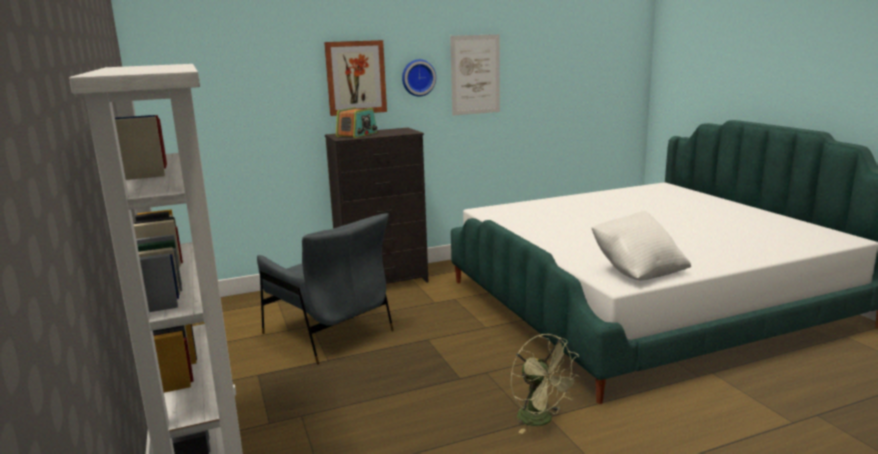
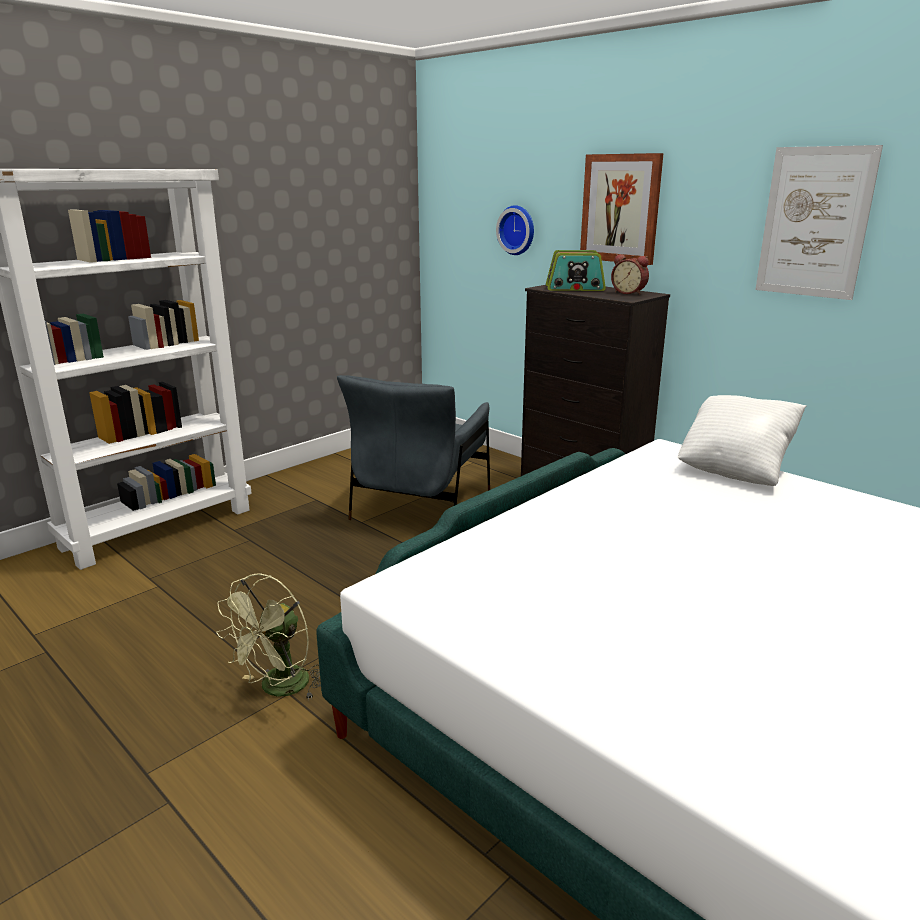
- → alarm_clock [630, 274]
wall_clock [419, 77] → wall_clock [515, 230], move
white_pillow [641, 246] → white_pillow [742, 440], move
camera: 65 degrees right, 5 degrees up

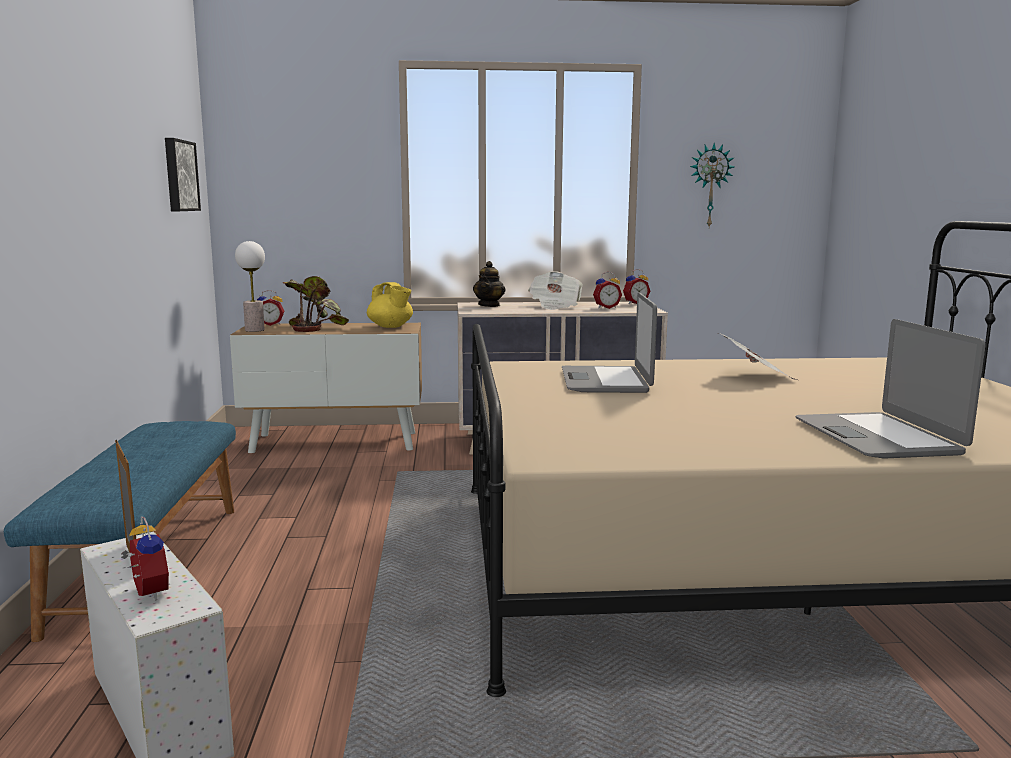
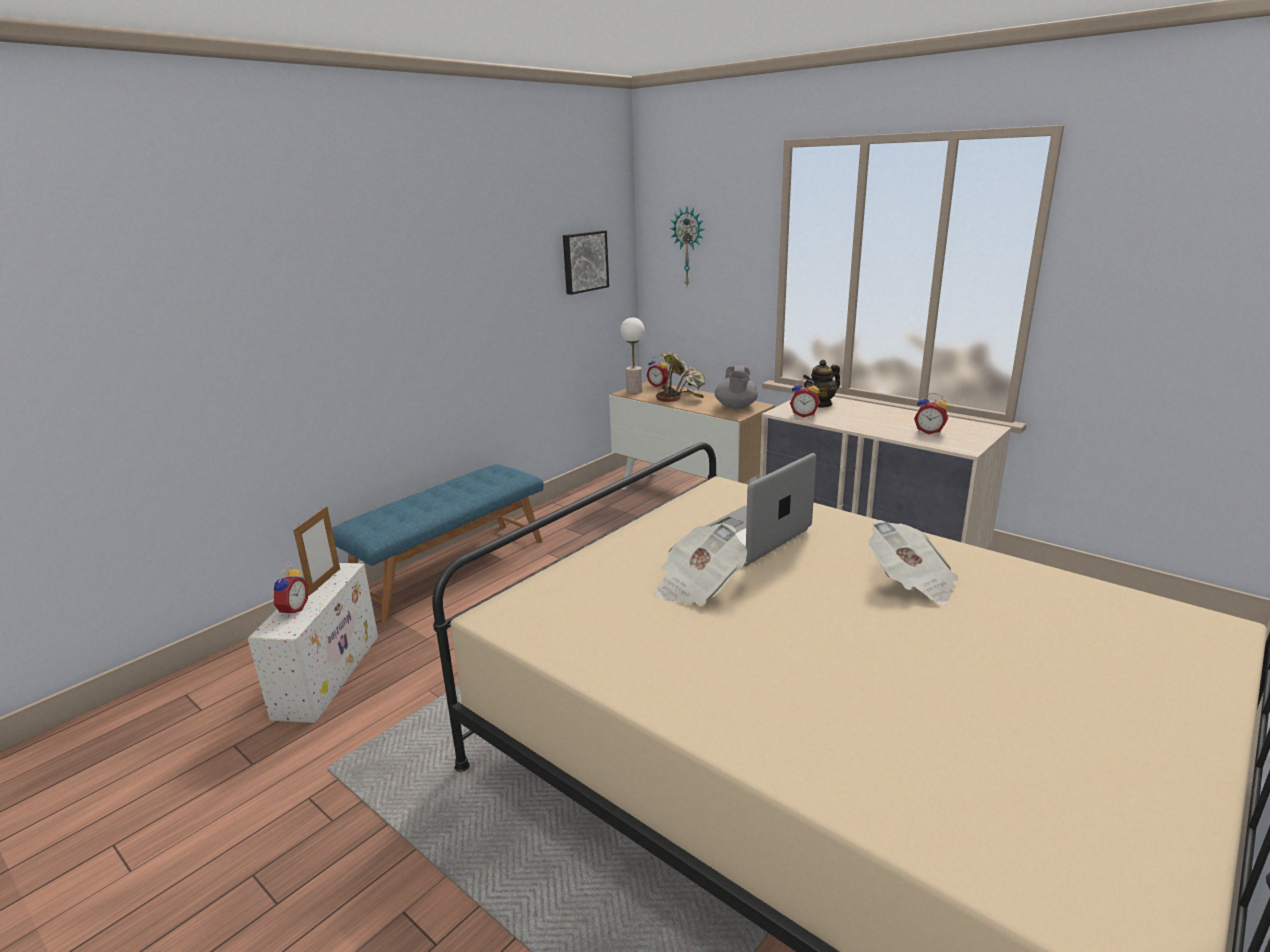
laptop [891, 389] → -
newspaper [555, 290] → newspaper [701, 564], move
alarm_clock [636, 286] → alarm_clock [805, 398], move
wall_clock [712, 184] → wall_clock [687, 246], move
yellow_teapot [390, 305] → grey_teapot [736, 387]
camera: 45 degrees right, 10 degrees up

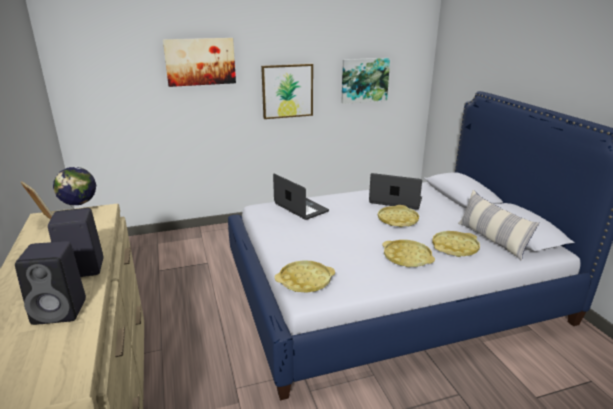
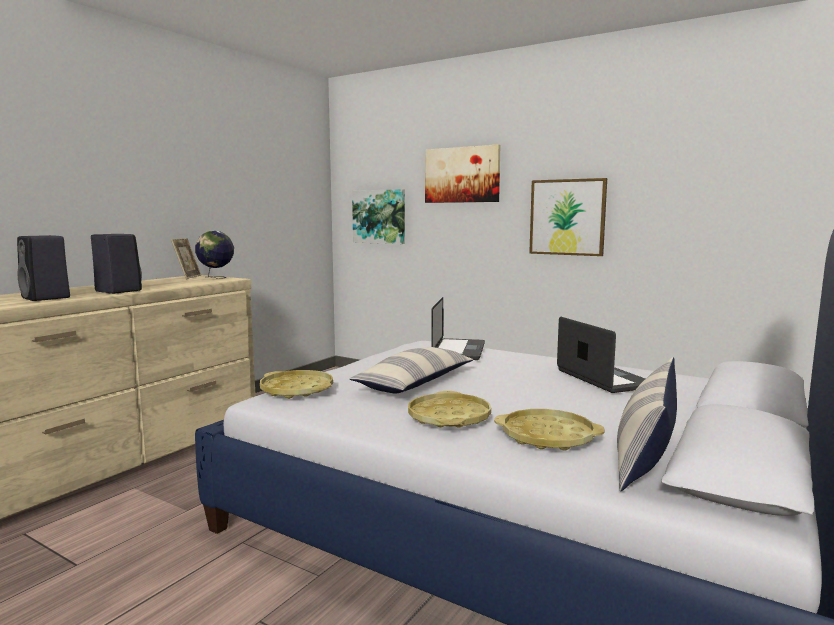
yellow_tray [398, 216] → -
- → pillow [411, 370]
picture [365, 81] → picture [378, 216], move
camera: 50 degrees right, 15 degrees down

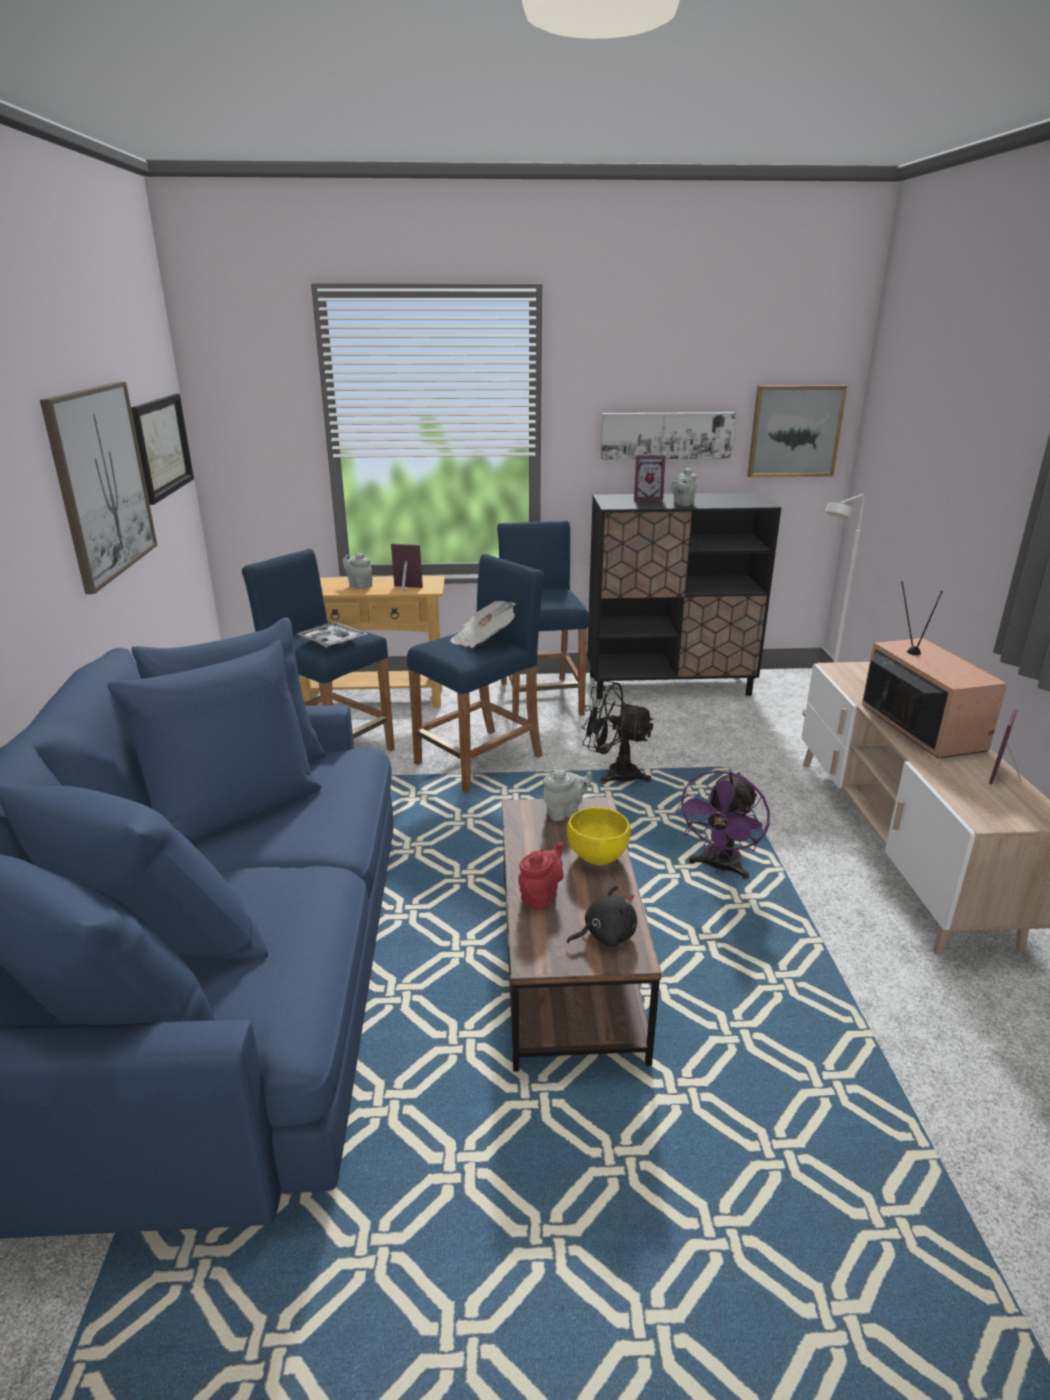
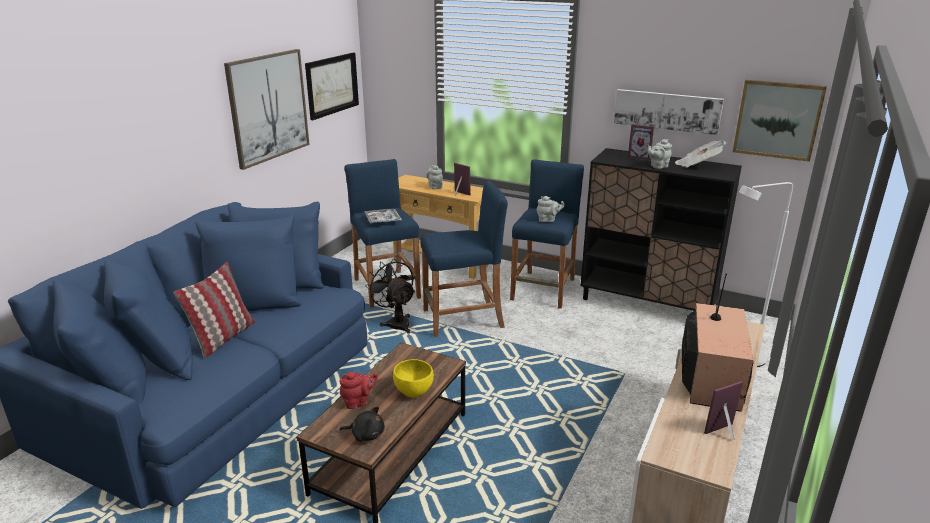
purple_fan [723, 824] → -
- → pillow [214, 310]
newspaper [482, 624] → newspaper [700, 154], move
grey_teapot [567, 795] → grey_teapot [551, 209], move
black_fan [617, 732] → black_fan [390, 295], move
camera: 30 degrees right, 0 degrees up

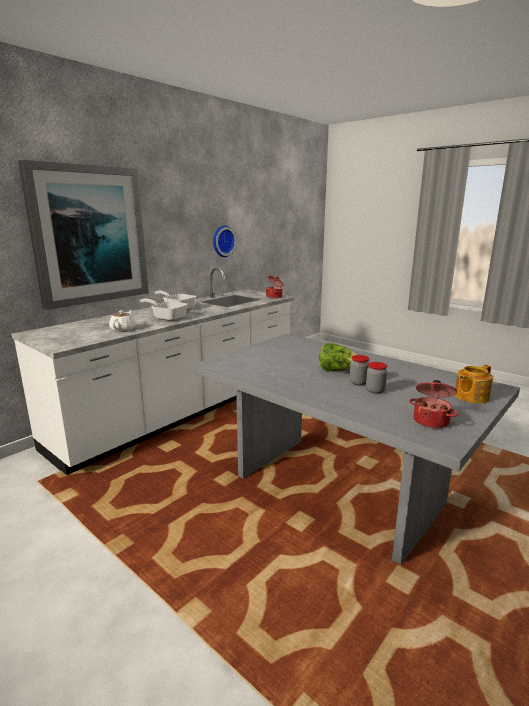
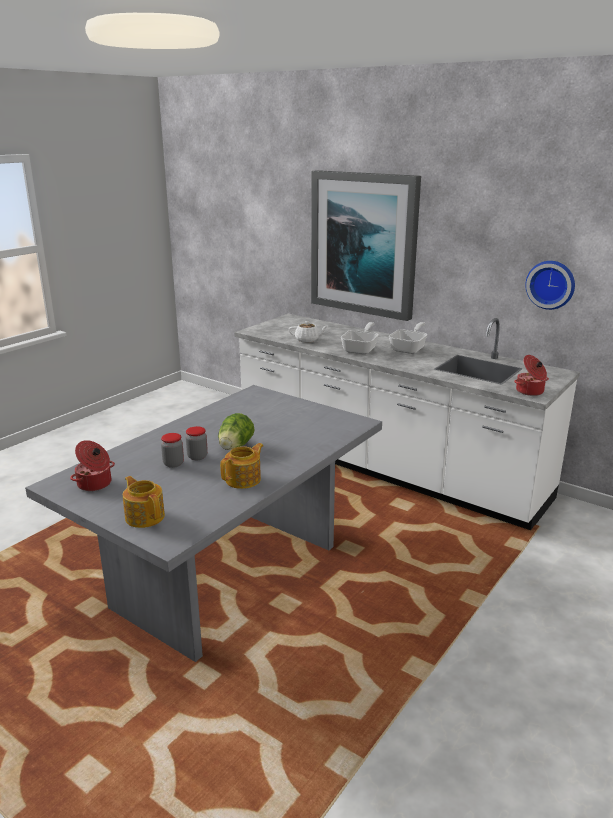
- → teapot [242, 466]
camera: 85 degrees right, 5 degrees up

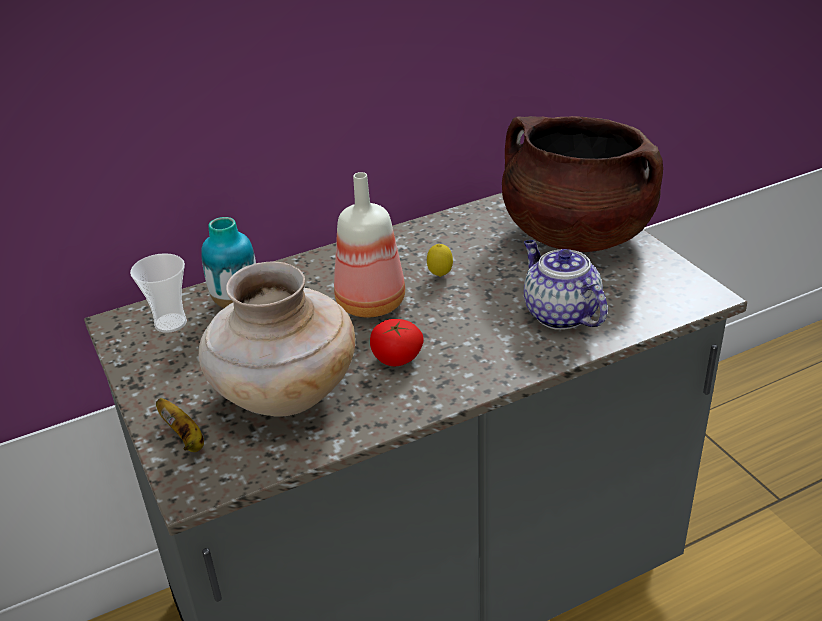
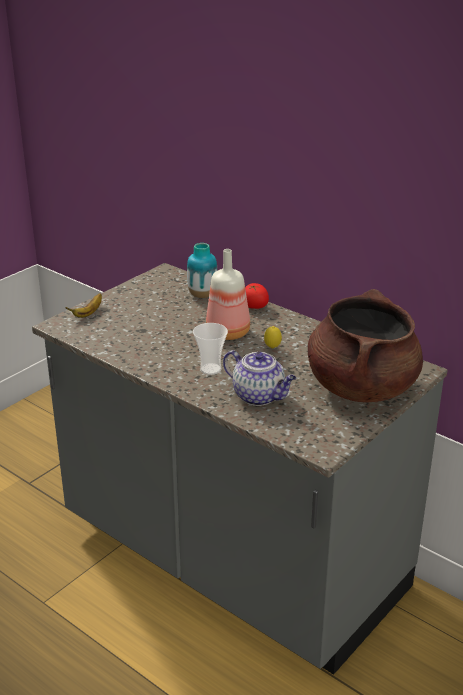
beige_vase [277, 338] → -
cup [158, 293] → cup [210, 349], move
tomato [397, 342] → tomato [257, 296], move
teapot [566, 285] → teapot [259, 378], 90 degrees clockwise
camera: 65 degrees right, 5 degrees down

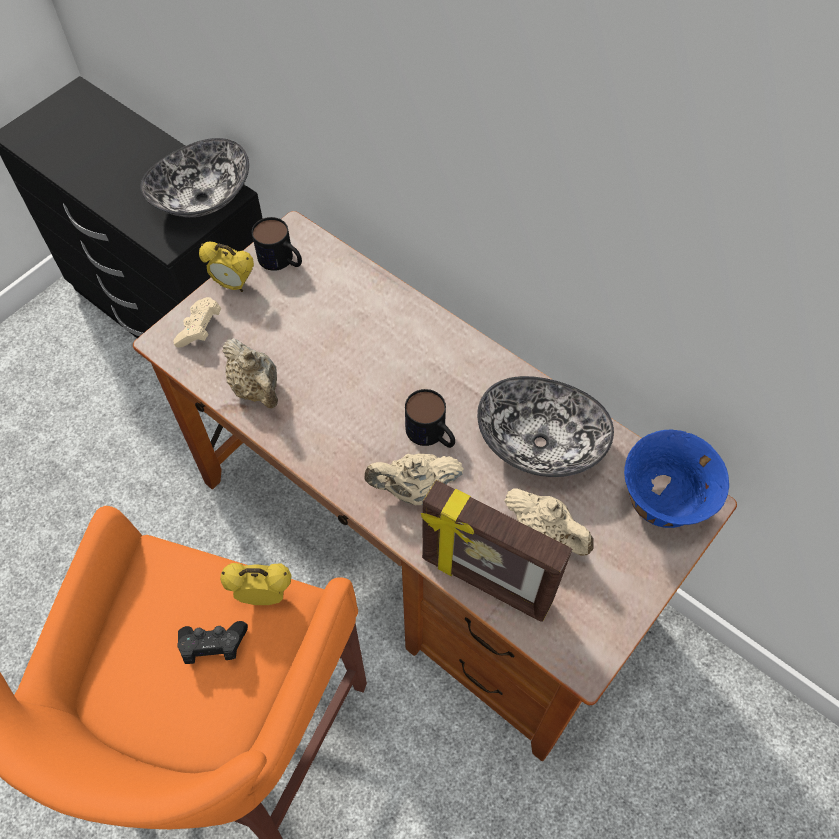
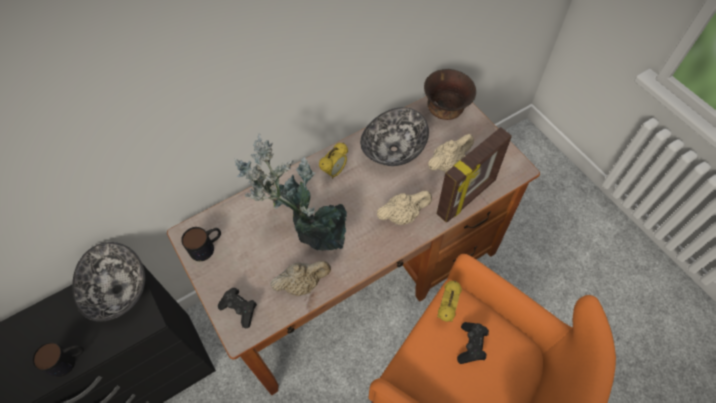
- → potted_plant [290, 192]
alarm_clock [226, 267] → alarm_clock [333, 161], move
mug [430, 418] → mug [58, 359], move
beige_game_controller [197, 322] → black_game_controller [237, 308]
blue_bowl [676, 479] → brown_bowl [450, 94]
beige_teapot [414, 479] → beige_teapot [404, 208], 120 degrees counterclockwise
camera: 70 degrees left, 0 degrees up

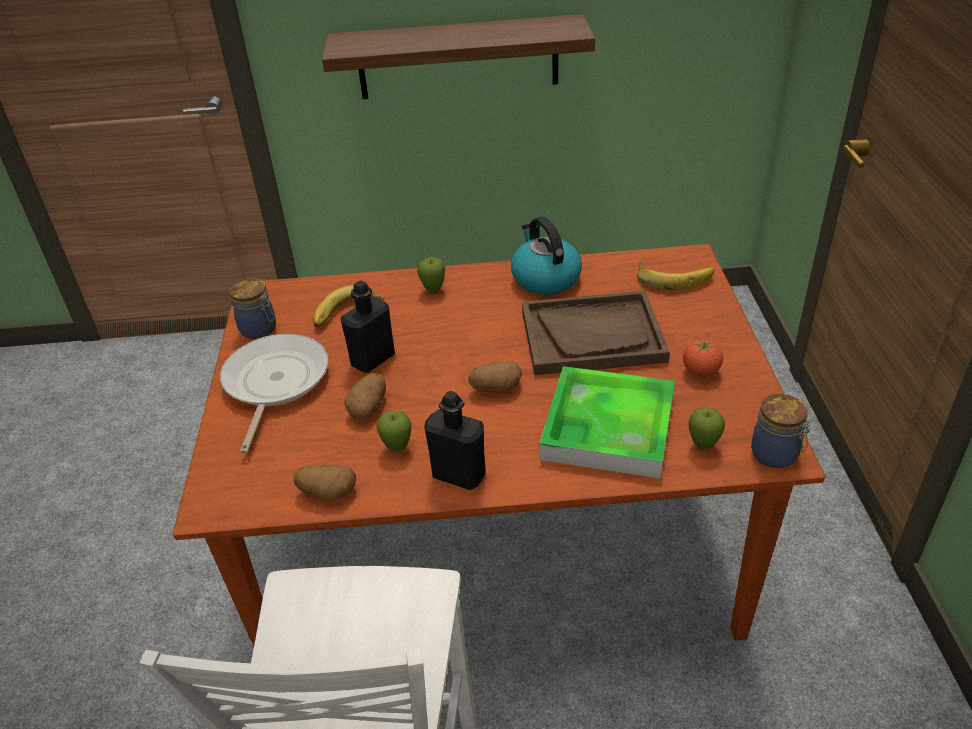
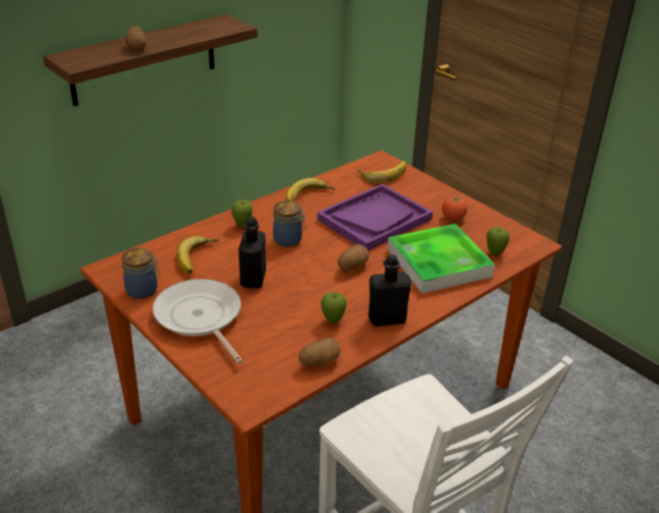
potato [365, 396] → potato [135, 38], move
jar [781, 431] → jar [289, 224], move
kettle [546, 255] → banana [309, 189]
brown_tray [596, 333] → purple_tray [375, 217]
camera: 40 degrees left, 5 degrees down

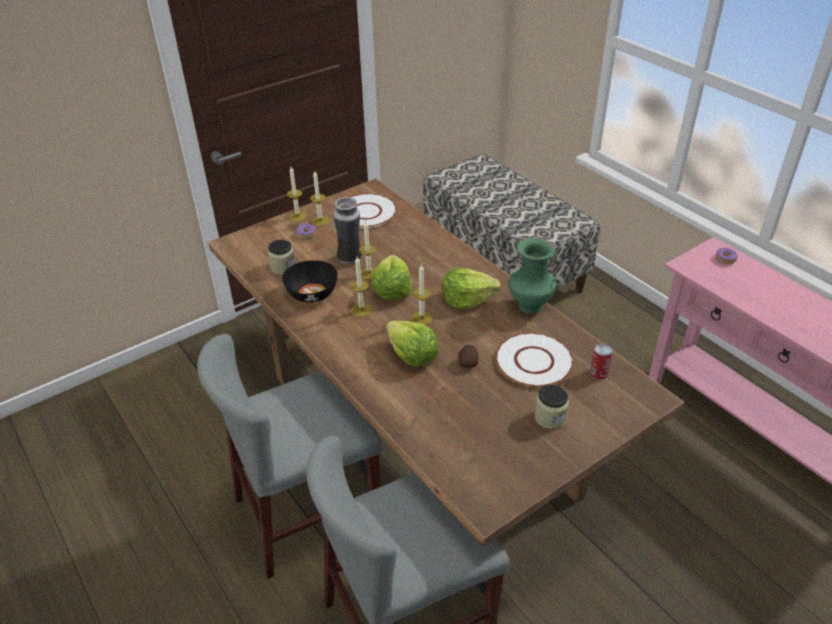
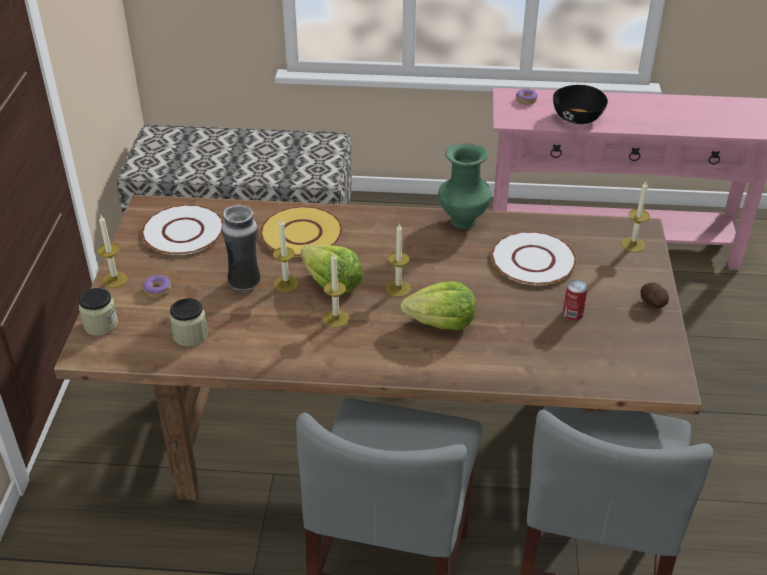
lettuce [471, 288] → -
- → yellow_plate [301, 231]
black_bowl [309, 281] → black_bowl [580, 104], move
candle [319, 198] → candle [635, 216], move
potato [468, 356] → potato [654, 295], move
jar [551, 407] → jar [98, 312], move
can [601, 361] → can [575, 300], move
camera: 50 degrees left, 0 degrees up

